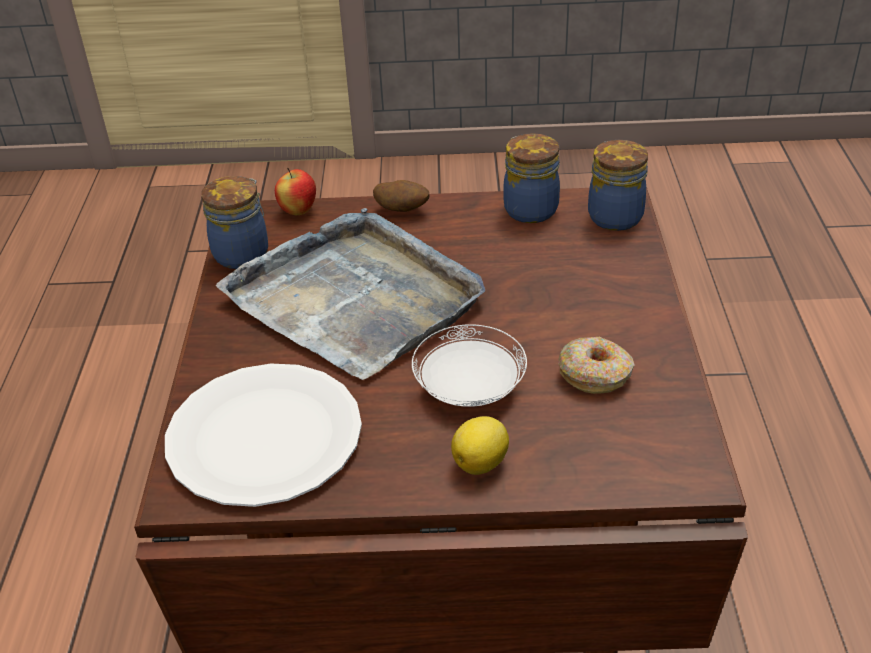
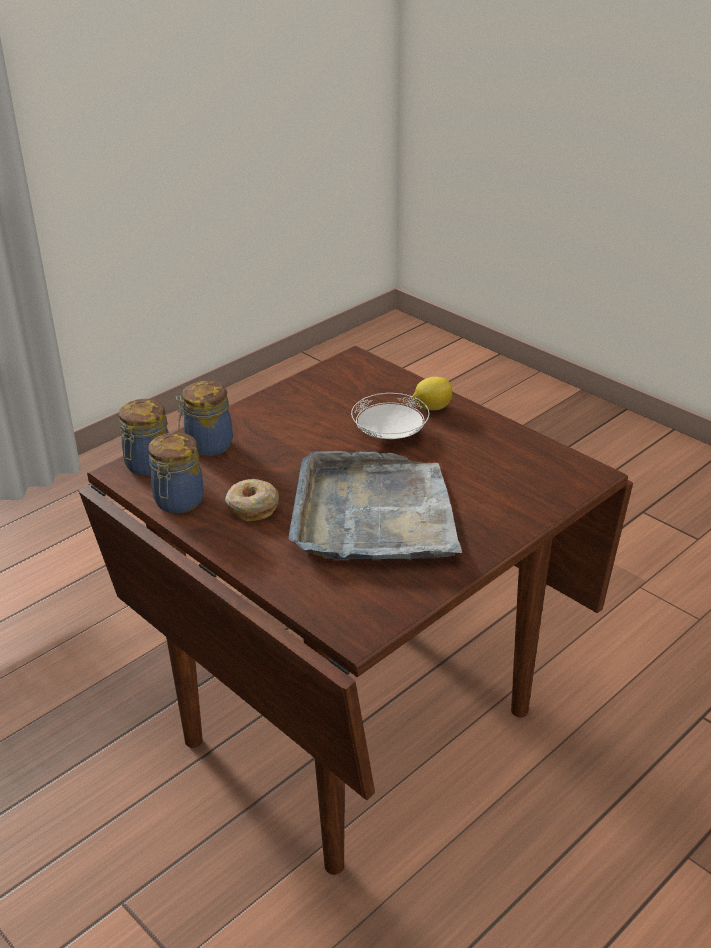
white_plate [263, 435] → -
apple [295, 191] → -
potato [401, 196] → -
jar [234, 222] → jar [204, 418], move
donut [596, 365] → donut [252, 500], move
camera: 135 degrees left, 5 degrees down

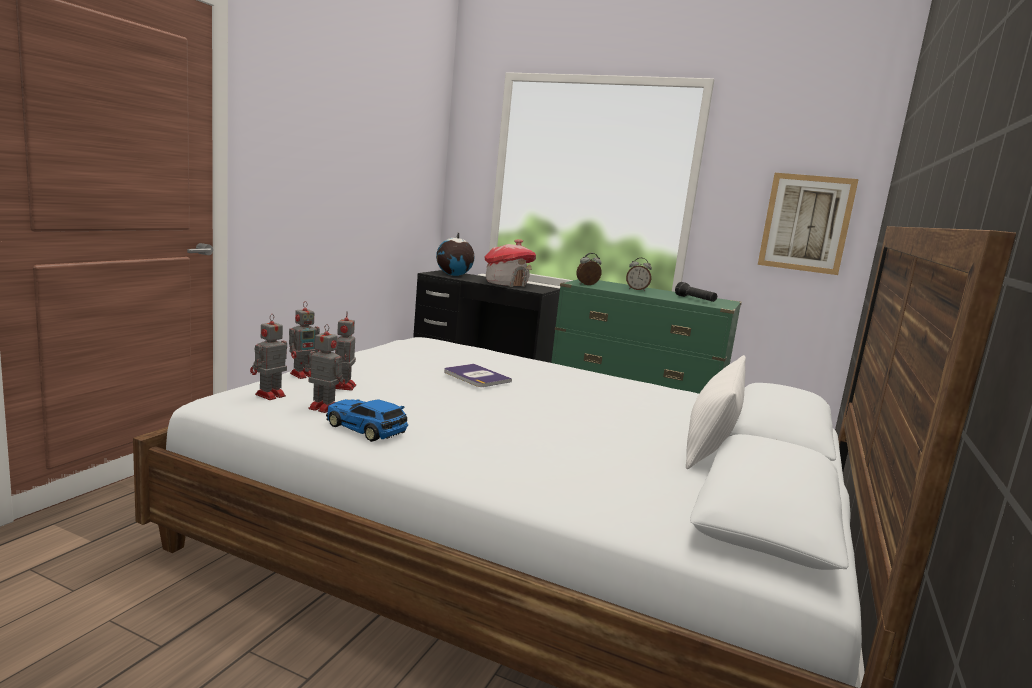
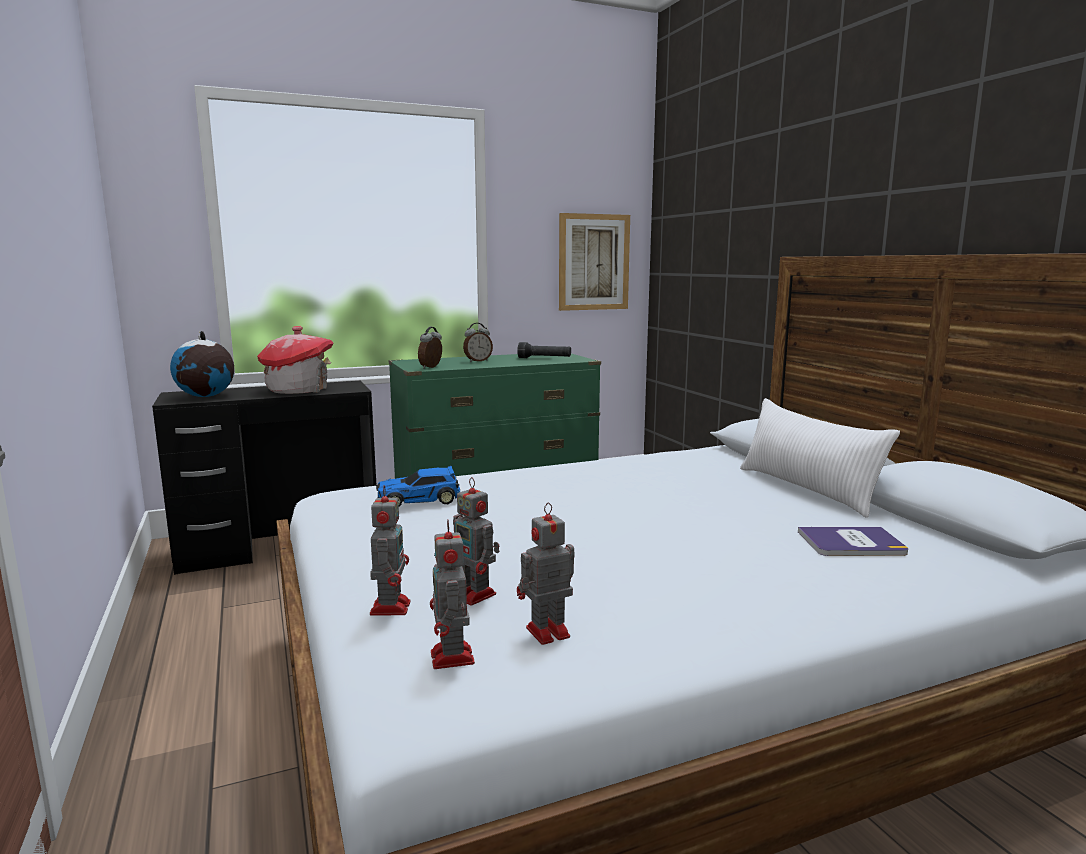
toy_car [367, 420] → toy_car [418, 486], move
book [478, 375] → book [853, 541], move
camera: 45 degrees left, 0 degrees up

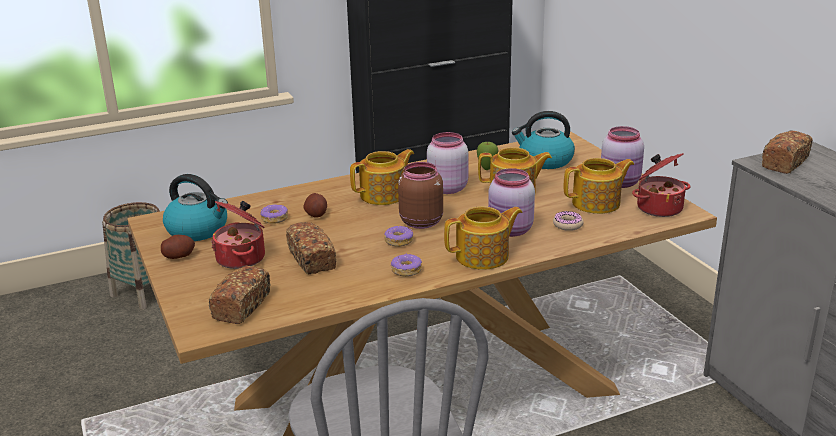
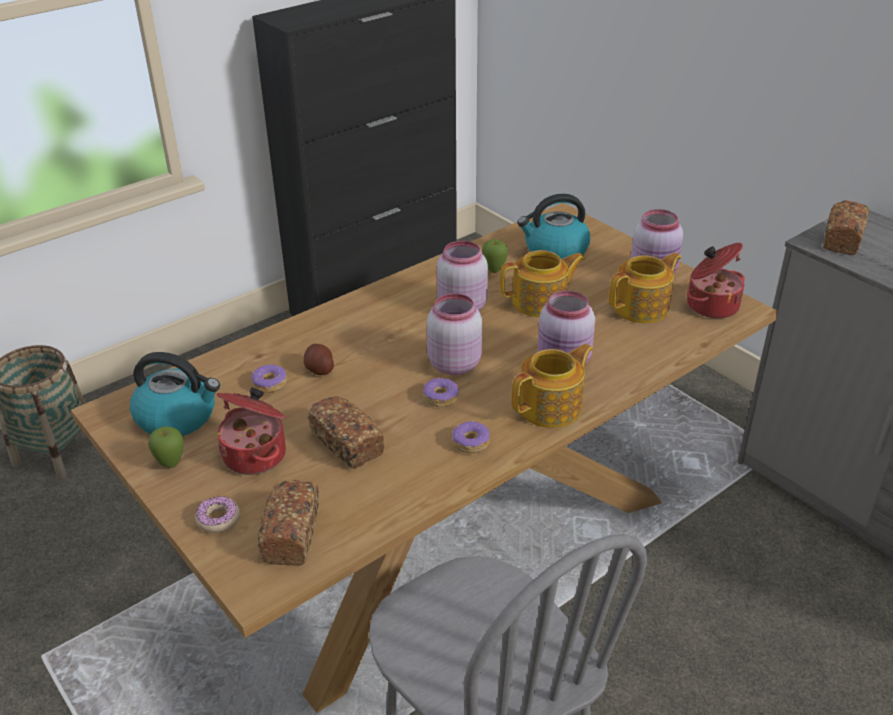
teapot [382, 177] → -
donut [568, 221] → donut [217, 514], move
potato [178, 247] → apple [166, 447]
brown_jar [420, 195] → pink_jar [454, 334]
camera: 15 degrees left, 10 degrees up

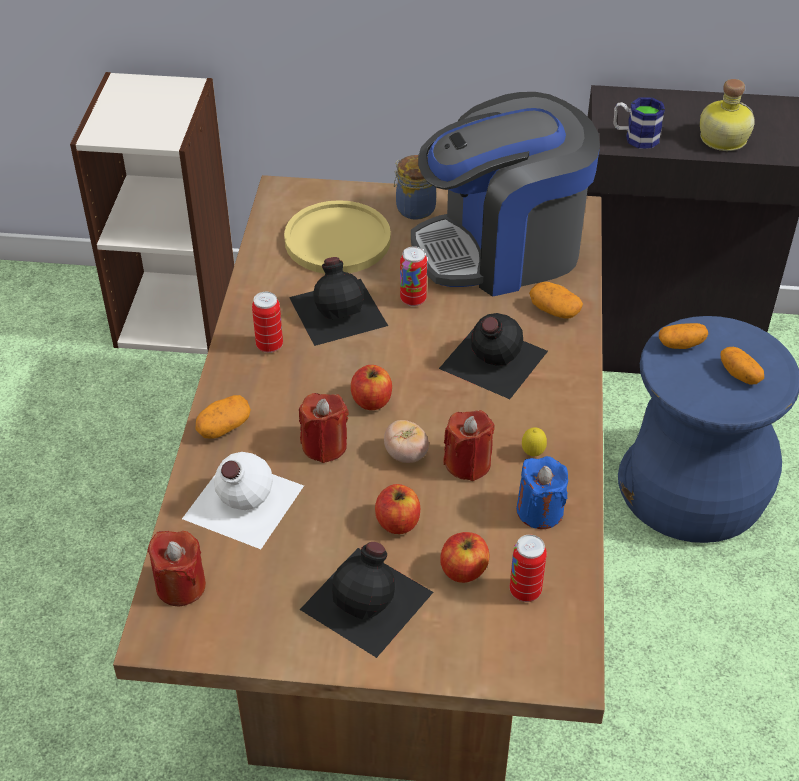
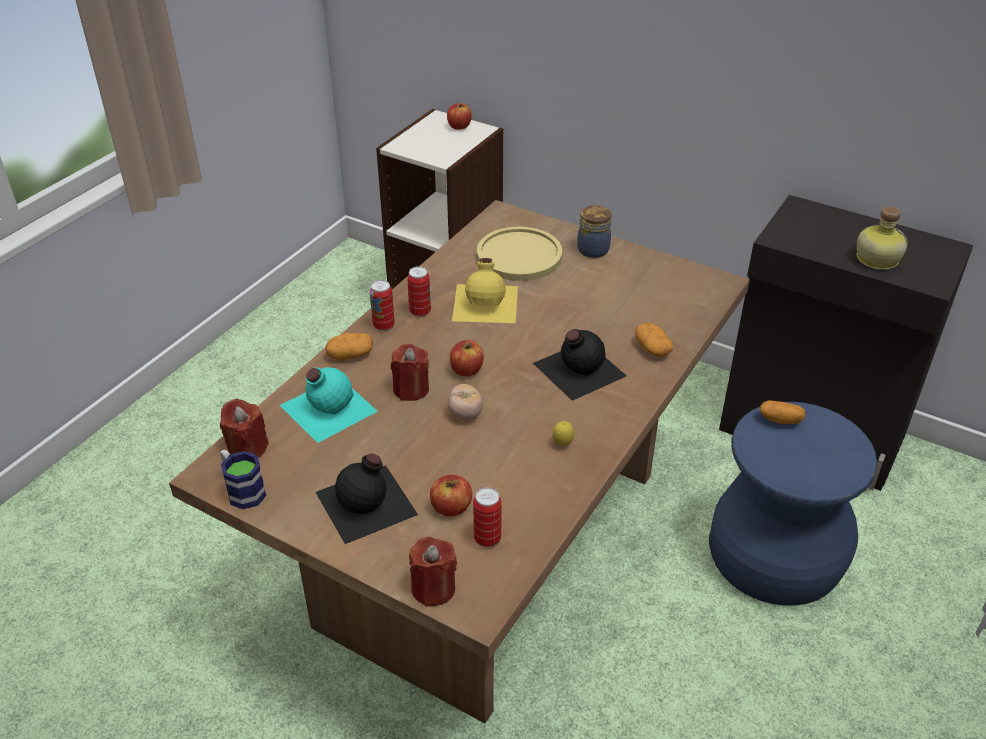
coffee_machine [505, 194] → -
blue_candle [542, 492] → -
potato [742, 365] → -
apple [397, 509] → apple [459, 116], move
can [413, 276] → can [382, 305], move
red_candle [469, 445] → red_candle [433, 572], move
mug [639, 122] → mug [243, 479], move
white_bottle [243, 500] → turquoise_bottle [329, 405]
black_bottle [338, 301] → yellow_bottle [485, 290]
camera: 25 degrees right, 5 degrees down

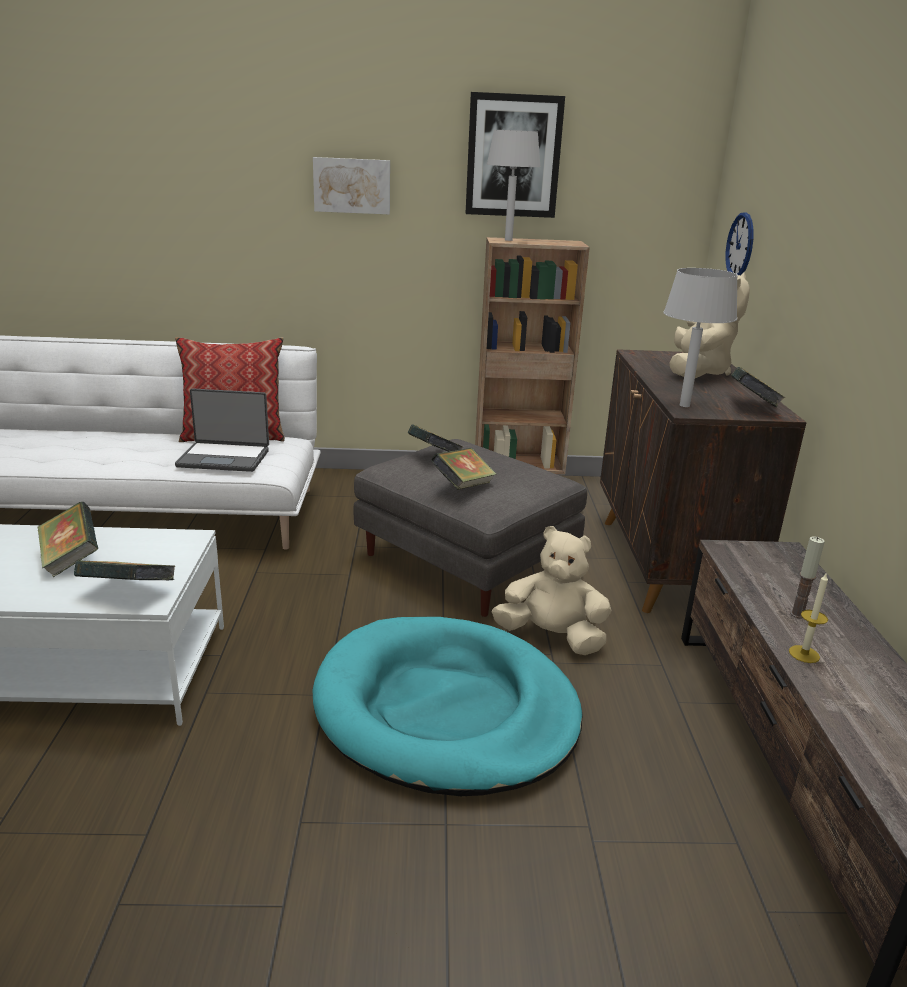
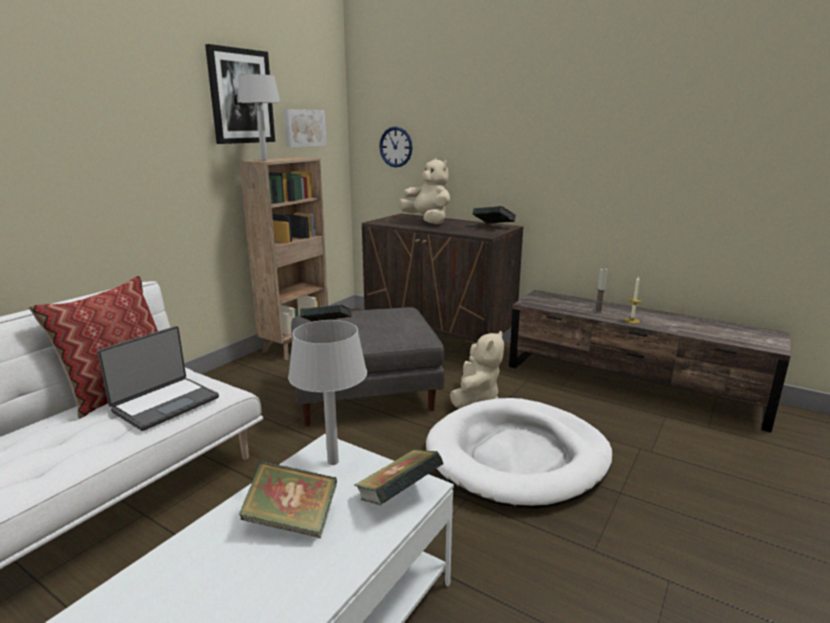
book [463, 469] → -
picture [351, 185] → picture [305, 128], move
grey_table_lamp [700, 337] → grey_table_lamp [327, 392], move
turquoise_dog_bed [448, 706] → white_dog_bed [519, 453]
beige_plush_toy [552, 590] → beige_plush_toy [477, 370], 150 degrees clockwise
camera: 55 degrees left, 5 degrees down

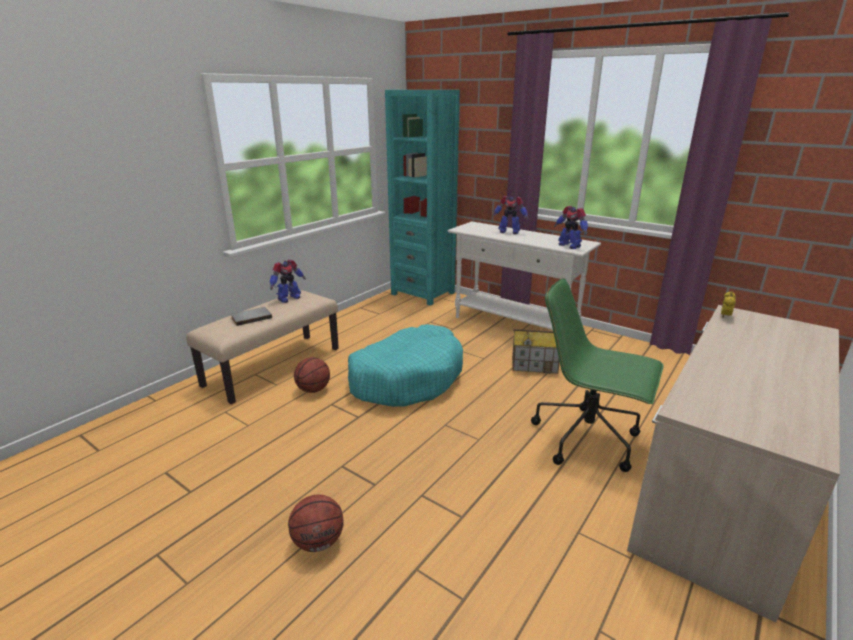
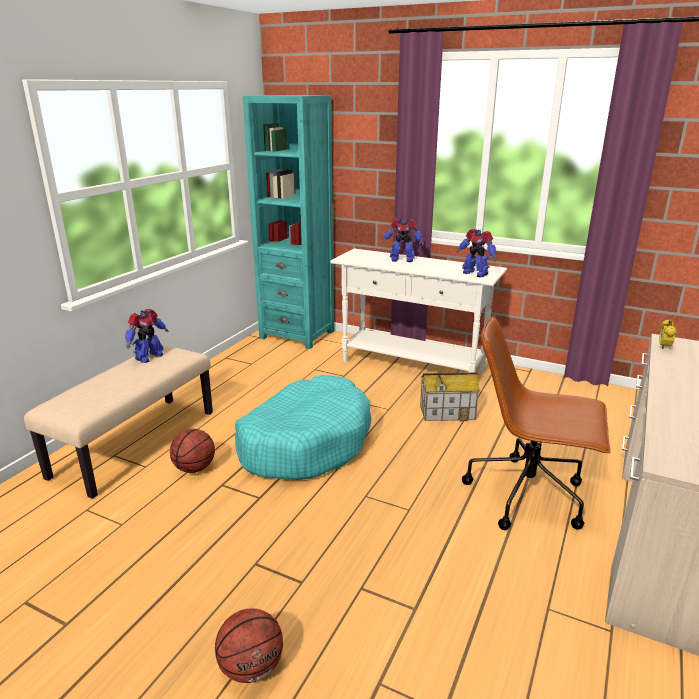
grey_book [251, 316] → -
green_office_chair [597, 375] → brown_office_chair [536, 423]
camera: 10 degrees left, 0 degrees up

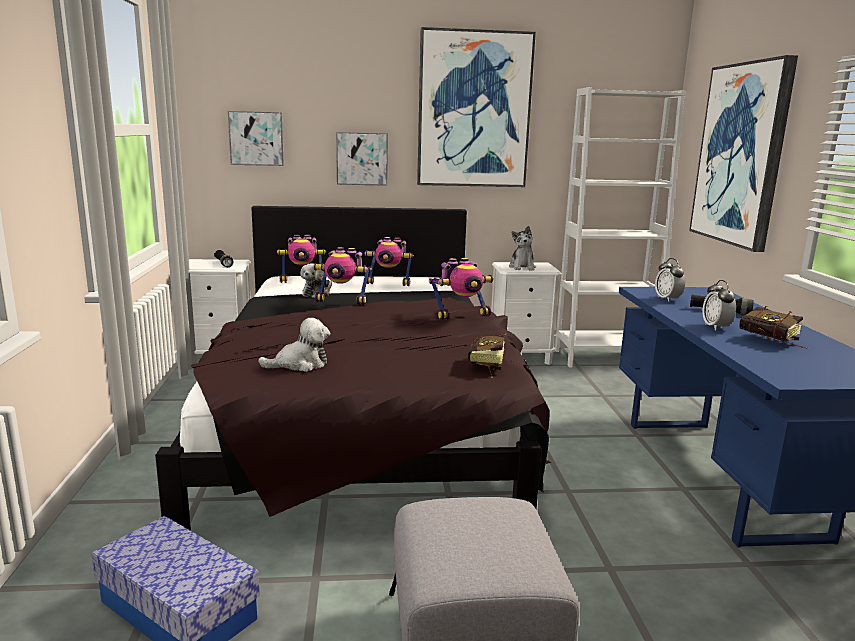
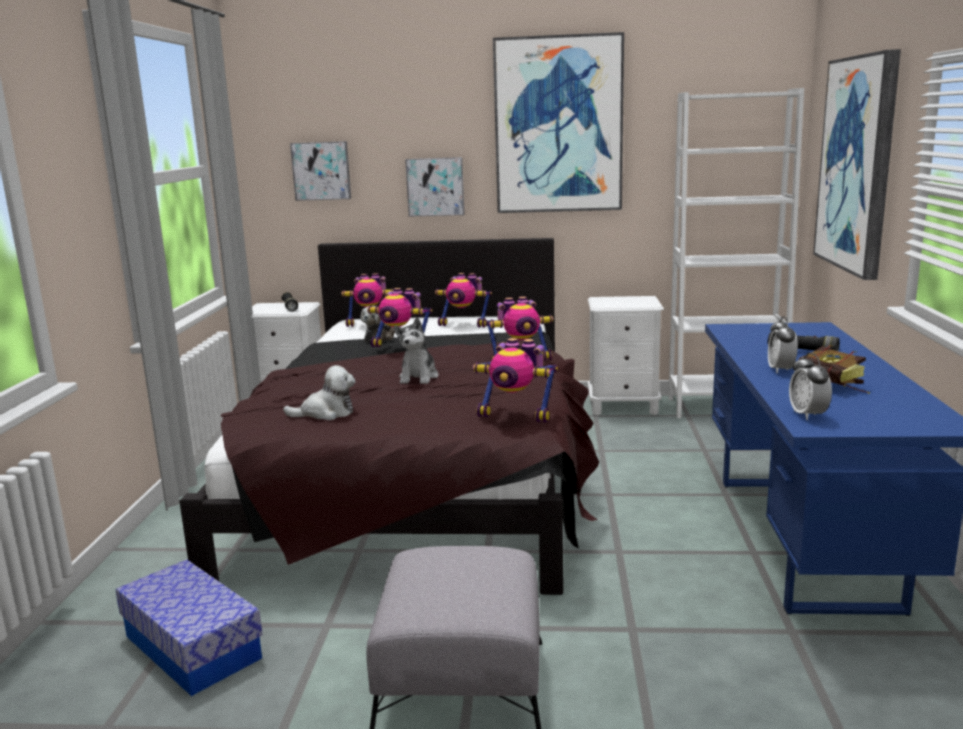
plush_toy [522, 248] → plush_toy [416, 350], move
alarm_clock [670, 280] → alarm_clock [810, 386], move
book [487, 356] → toy_robot [515, 380]
camera: 10 degrees right, 0 degrees up

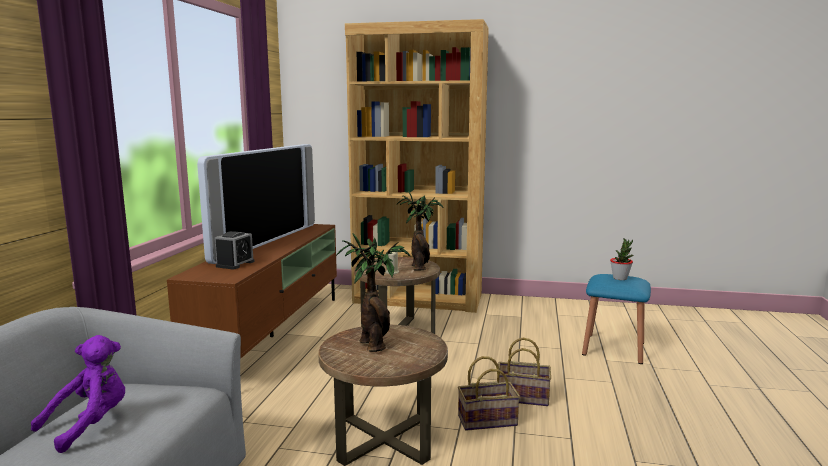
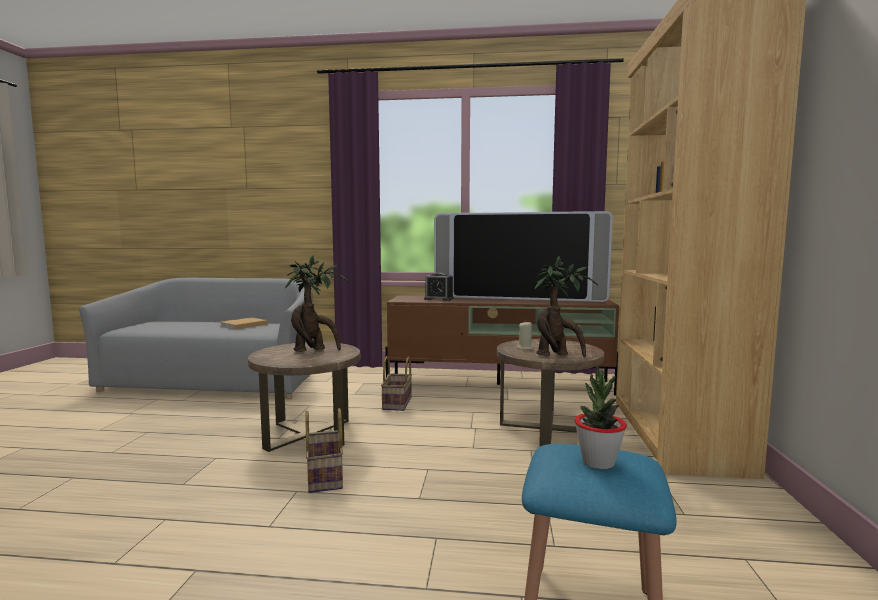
basket [524, 372] → basket [396, 383], move
purple_plush_toy [78, 394] → beige_book [244, 323]
camera: 85 degrees right, 5 degrees down

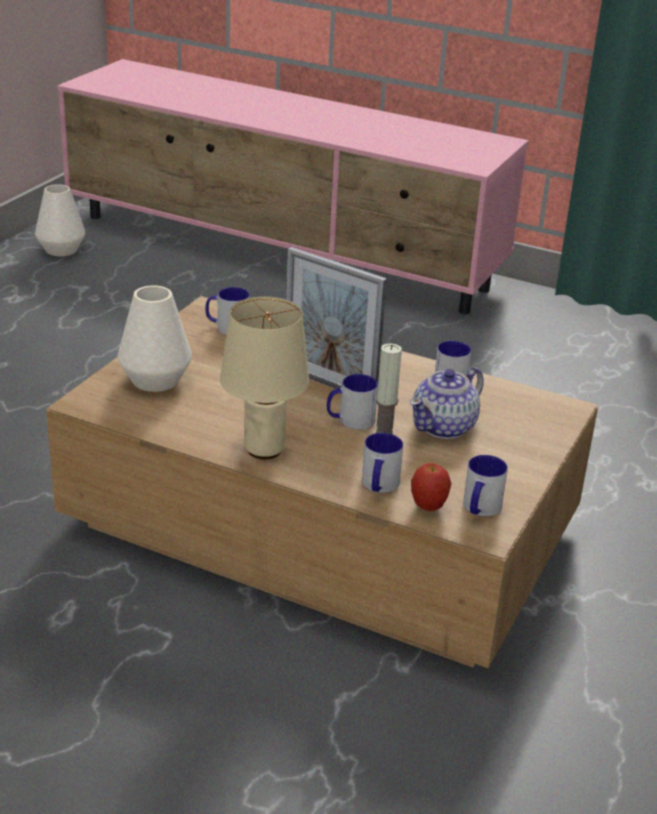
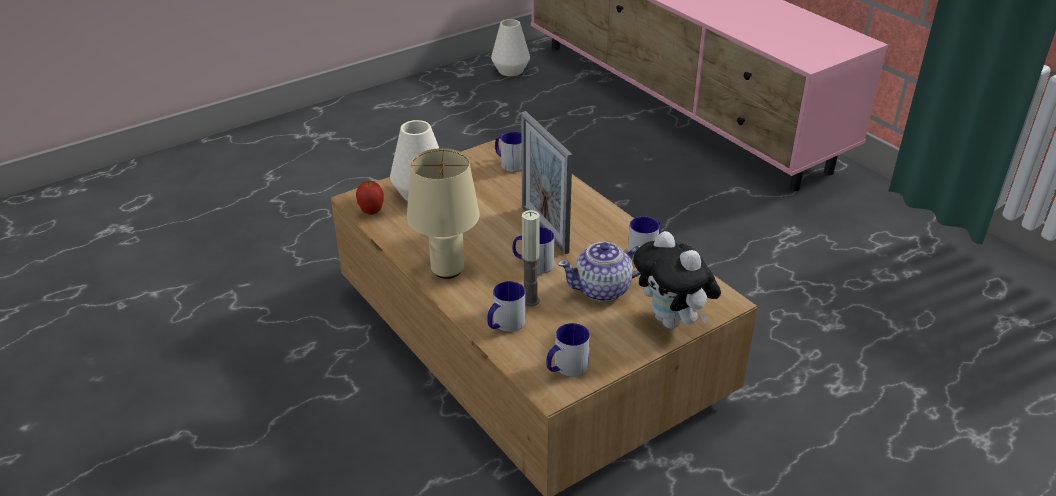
- → plush_toy [677, 280]
apple [431, 487] → apple [370, 198], move
camera: 30 degrees right, 5 degrees up

